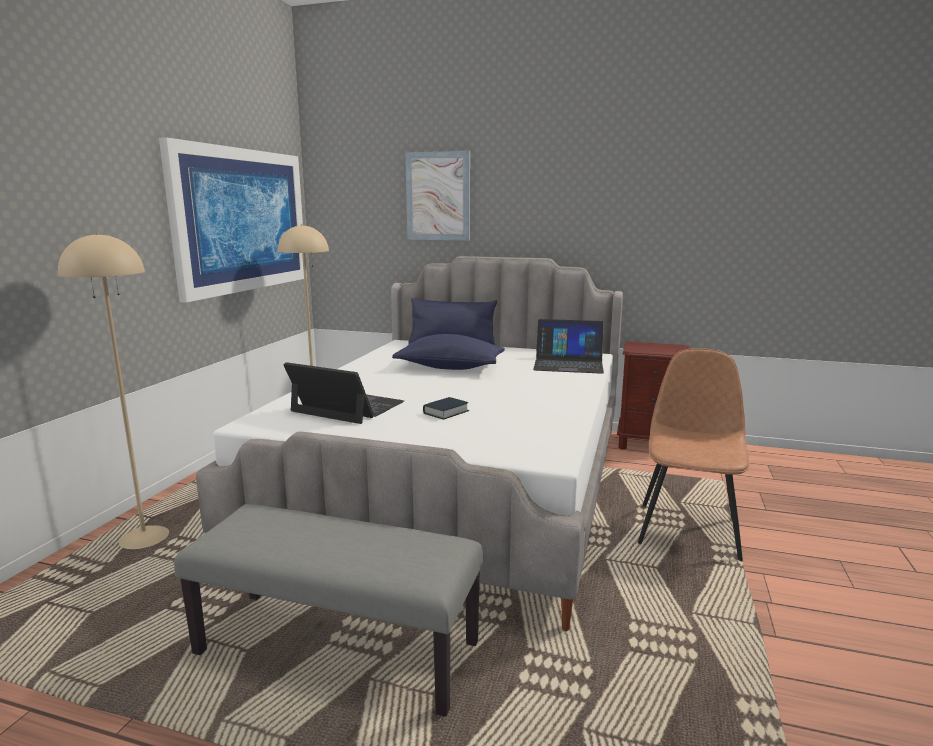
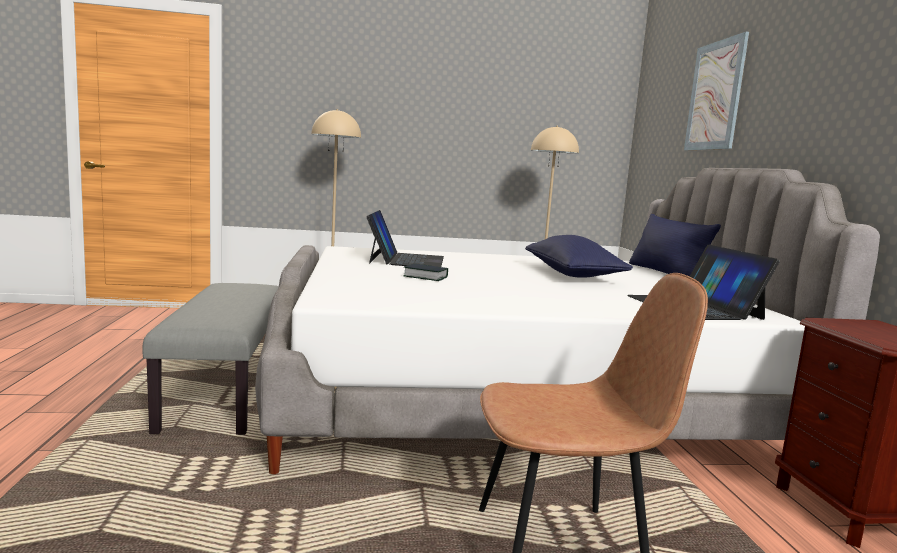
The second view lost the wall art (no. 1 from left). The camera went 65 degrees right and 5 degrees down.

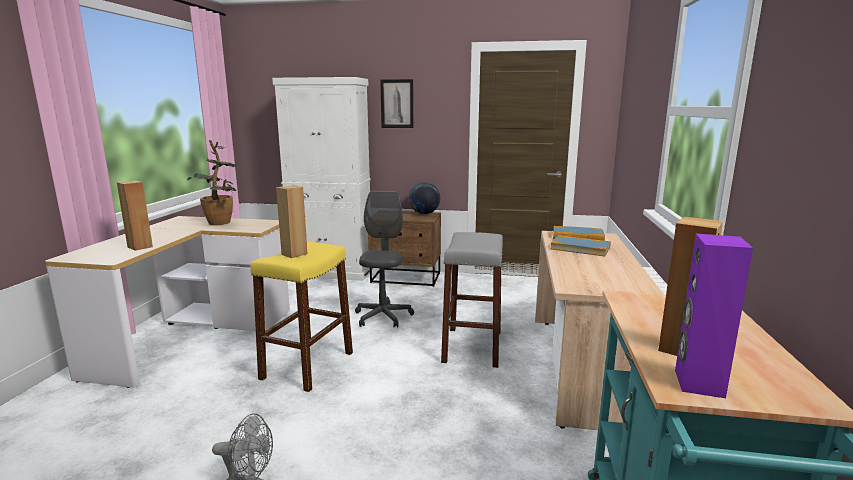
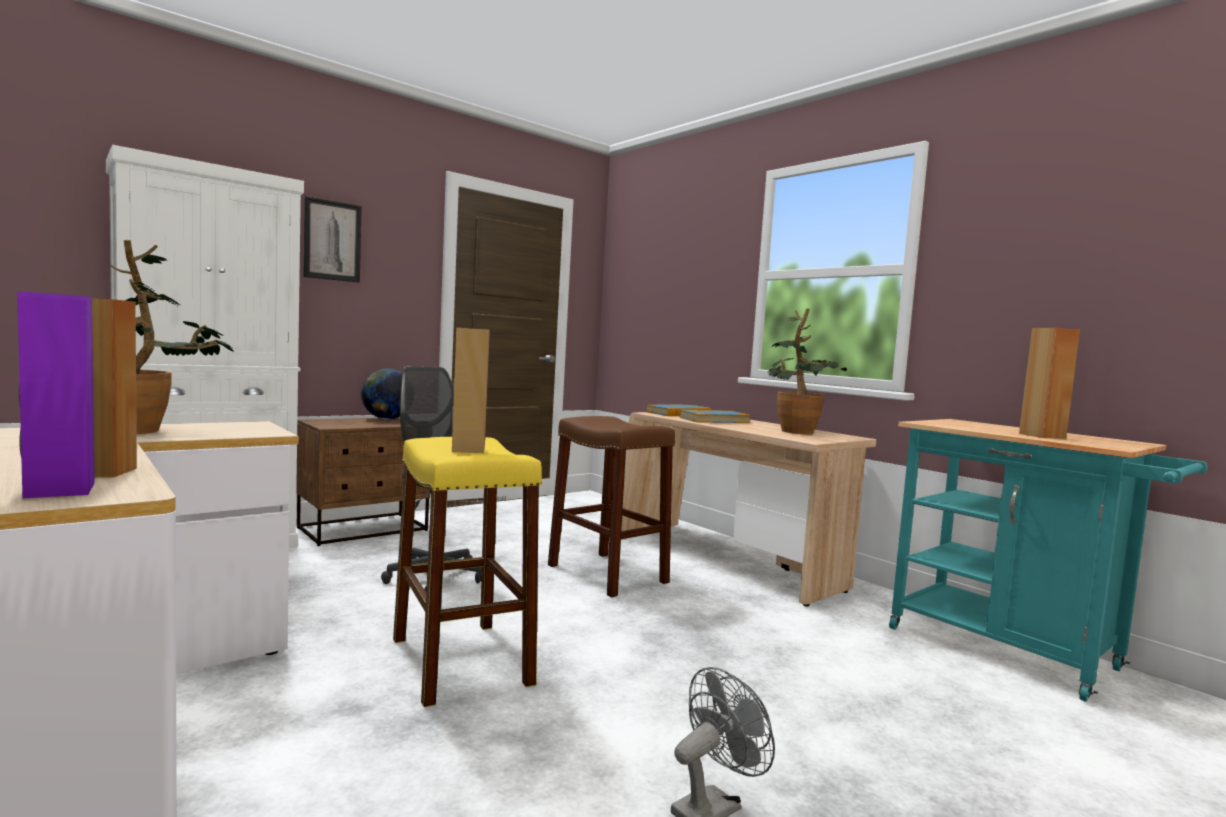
The second view gained the houseplant (no. 2 from left). The purplish loudspeaker ended up elsewhere. What was the greyish stool turned into the brownish stool. The camera went 50 degrees left and 10 degrees down.

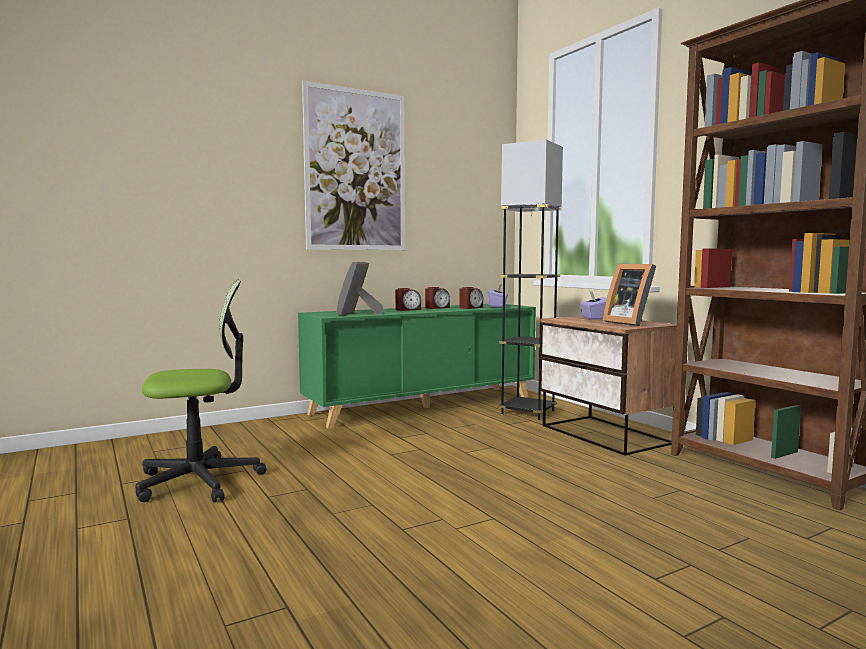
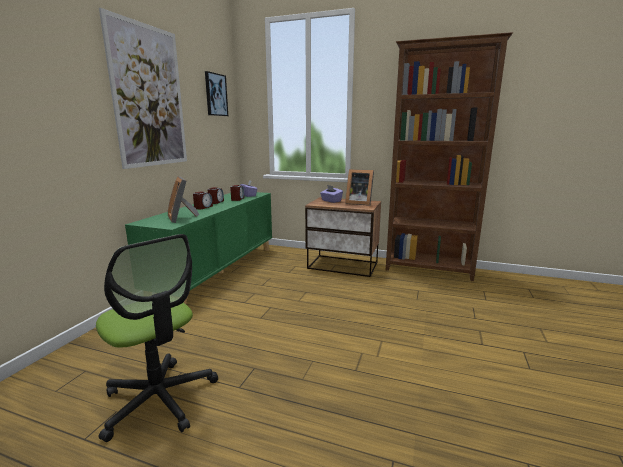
The second view lost the black-coloured standing lamp. The second view gained the wall art (no. 2 from left). The office chair ended up facing another way, 105 degrees clockwise from before. The camera went 40 degrees left and 10 degrees up.

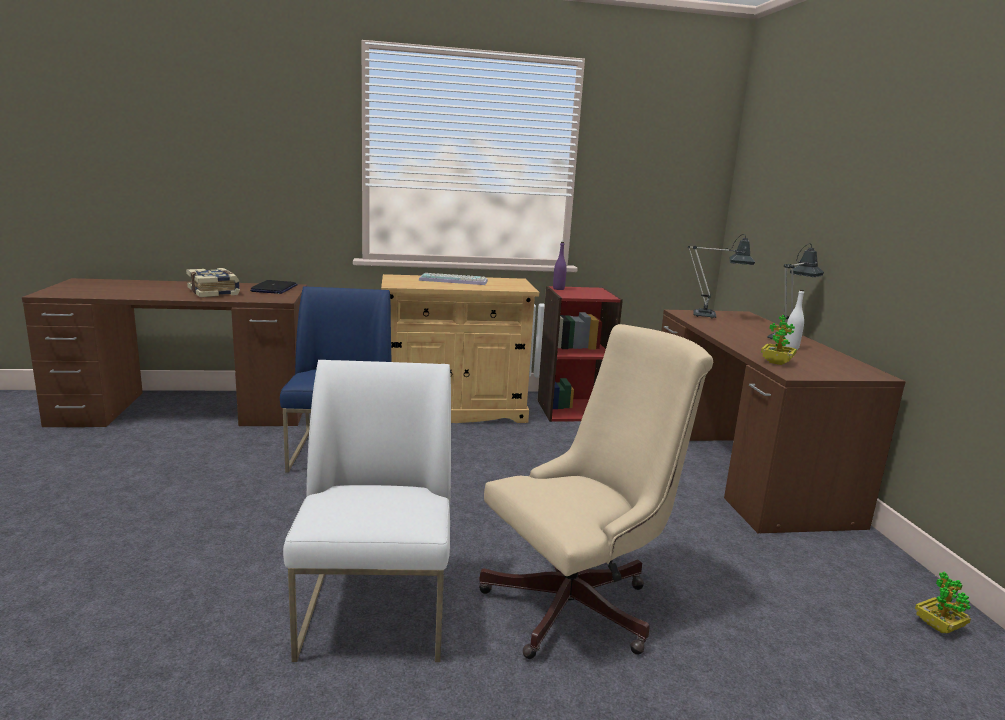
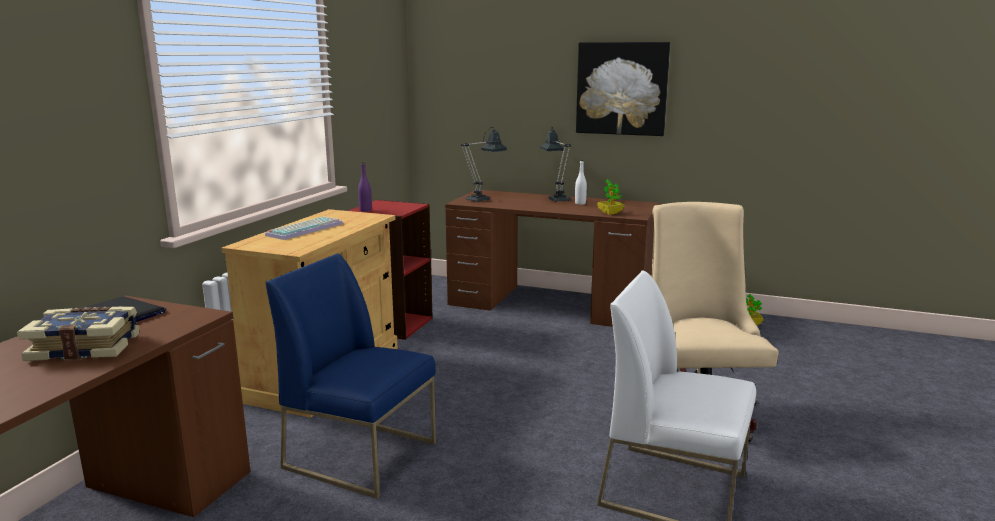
The second view gained the wall art. The camera went 60 degrees left and 0 degrees up.

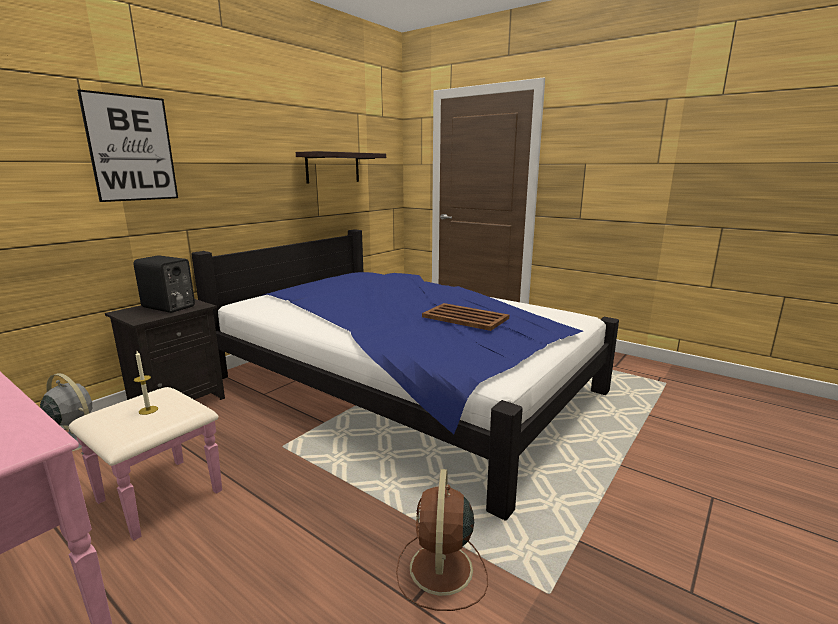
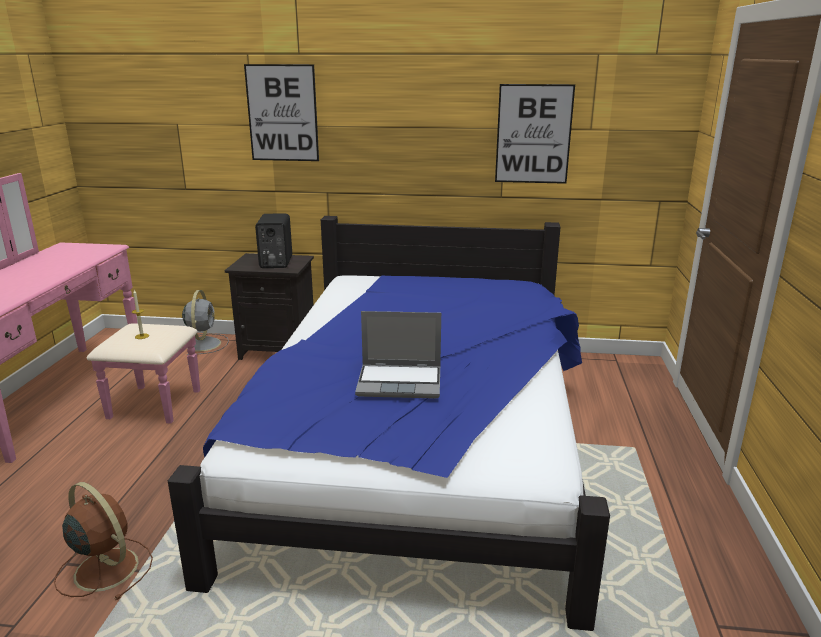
Where the wall shelf hung, the wall art (no. 2 from left) came to hang. Where the brownish serving tray stood, the portable computer came to stand. The brownish cooling fan ended up facing another way, 60 degrees clockwise from before. The camera went 60 degrees right and 5 degrees up.

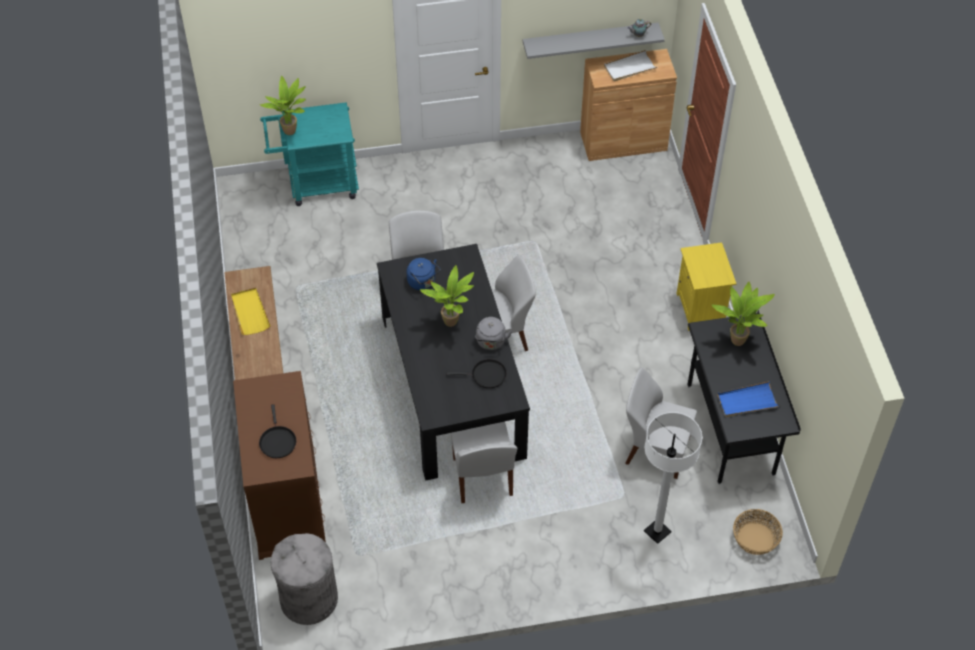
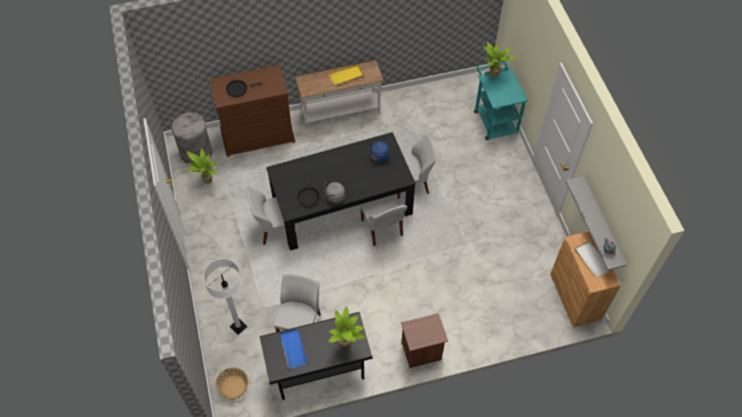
The houseplant (no. 2 from left in the first image) ended up elsewhere. What was the yellow-coloured night table turned into the brownish night table. The camera went 85 degrees right and 5 degrees up.

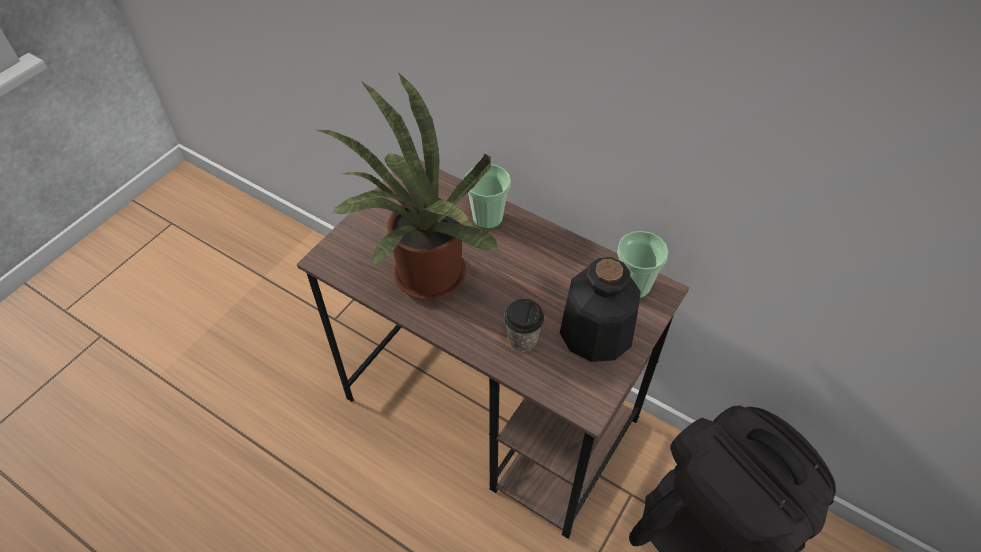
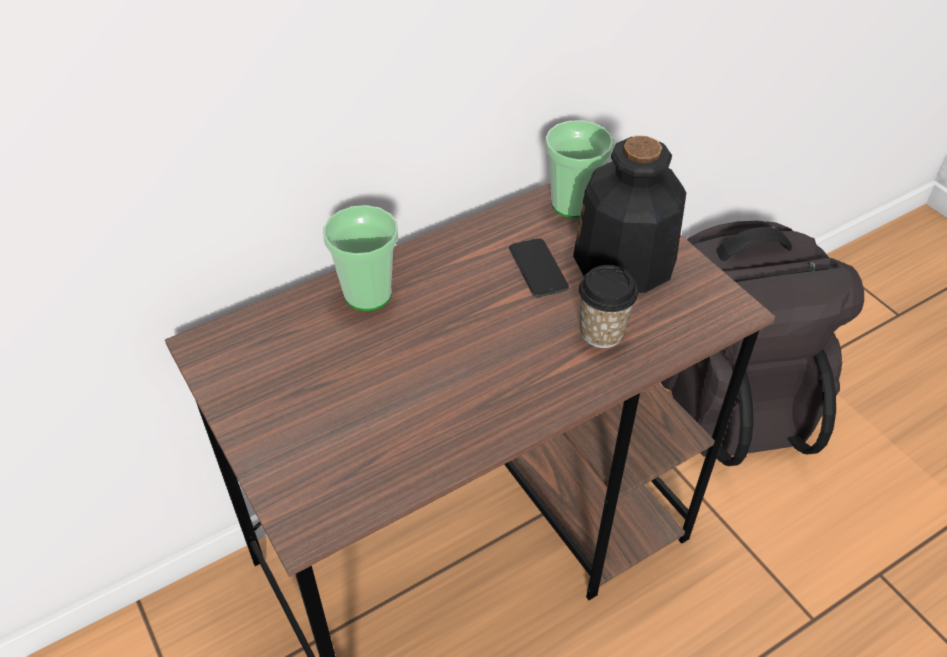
The second view lost the houseplant. The second view gained the phone. The camera went 65 degrees left and 5 degrees down.

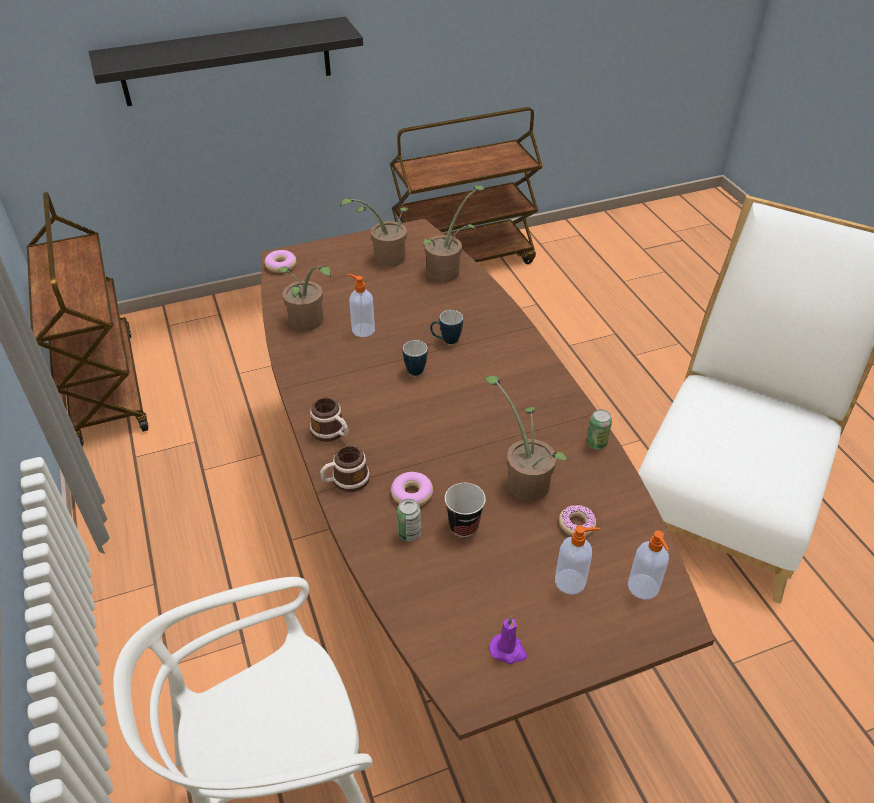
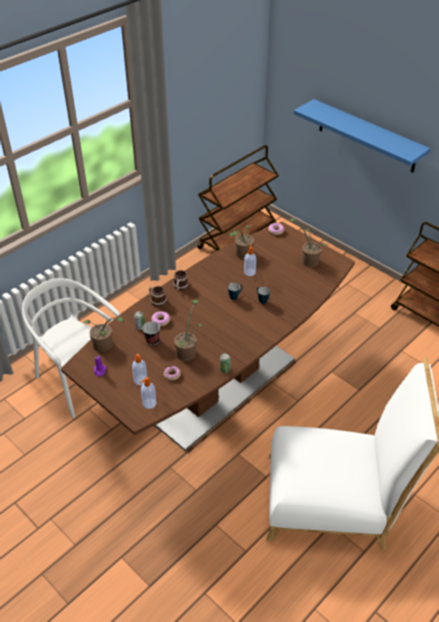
The houseplant (no. 3 from left in the first image) ended up elsewhere. What was the black-coloured wall shelf turned into the bluish wall shelf. The camera went 65 degrees right and 0 degrees up.

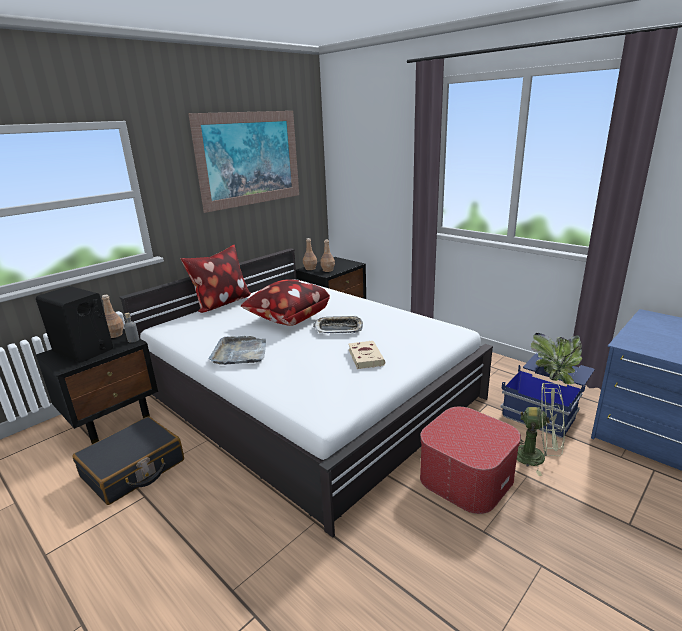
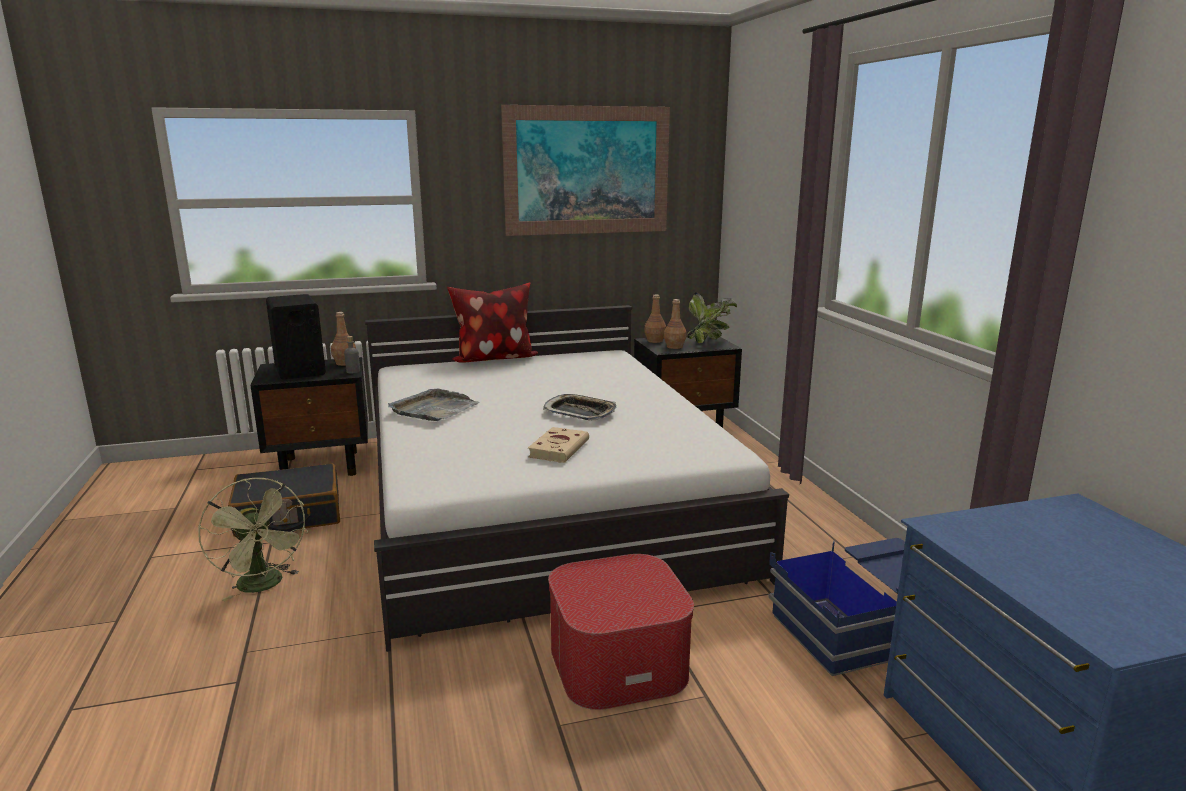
The second view lost the throw pillow (no. 2 from left). The greenish cooling fan ended up elsewhere. The houseplant ended up elsewhere. The camera went 30 degrees right and 5 degrees down.

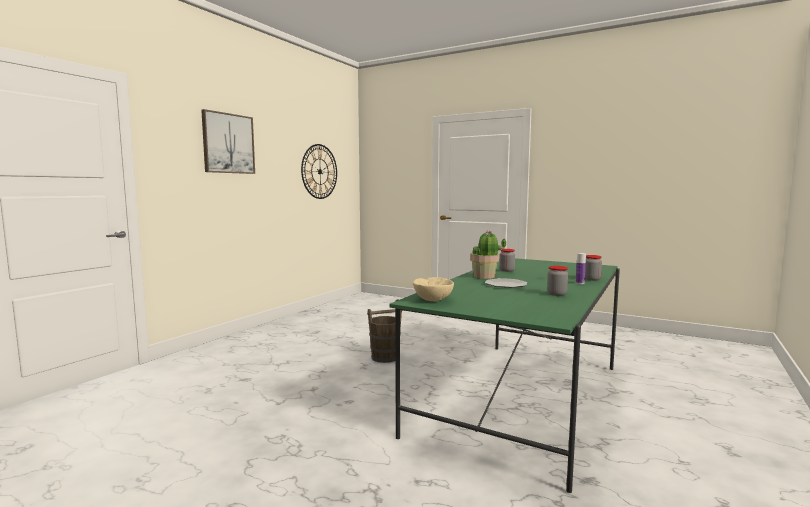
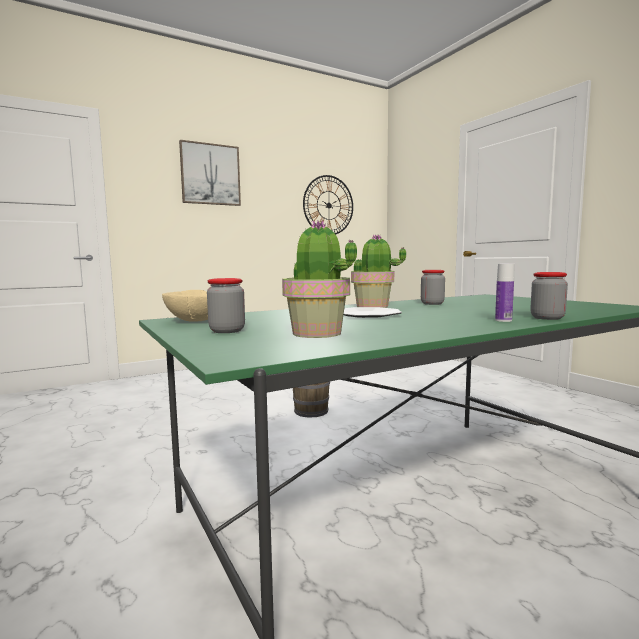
The second view gained the houseplant (no. 1 from left). The jar (no. 2 from left in the first image) ended up elsewhere. The camera went 30 degrees right and 0 degrees up.

